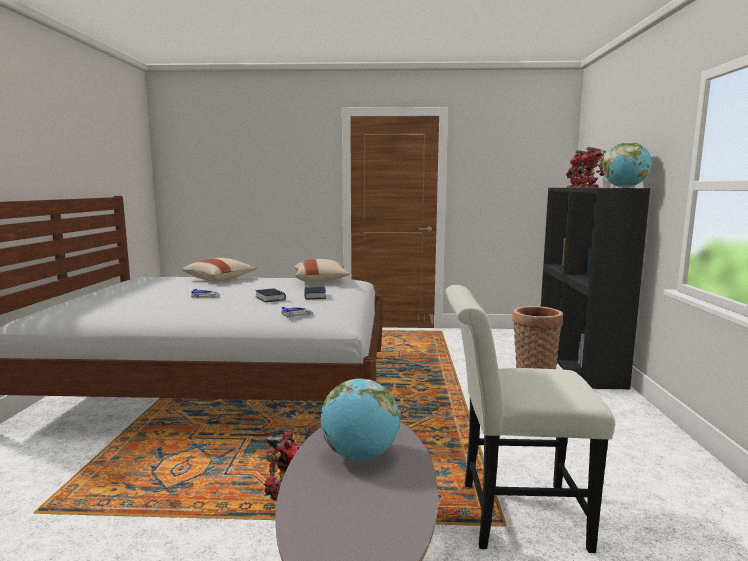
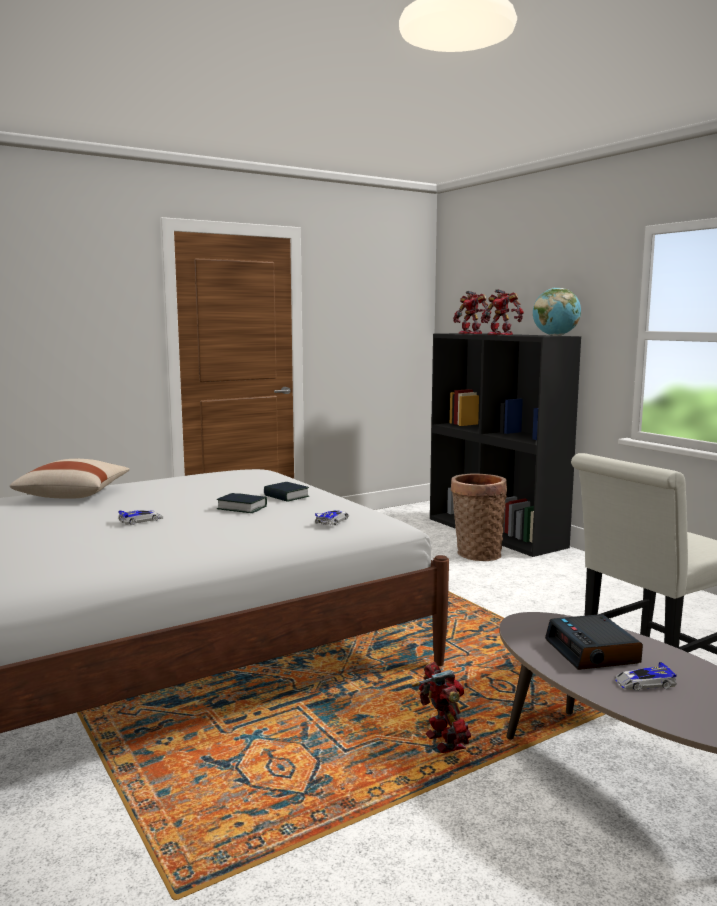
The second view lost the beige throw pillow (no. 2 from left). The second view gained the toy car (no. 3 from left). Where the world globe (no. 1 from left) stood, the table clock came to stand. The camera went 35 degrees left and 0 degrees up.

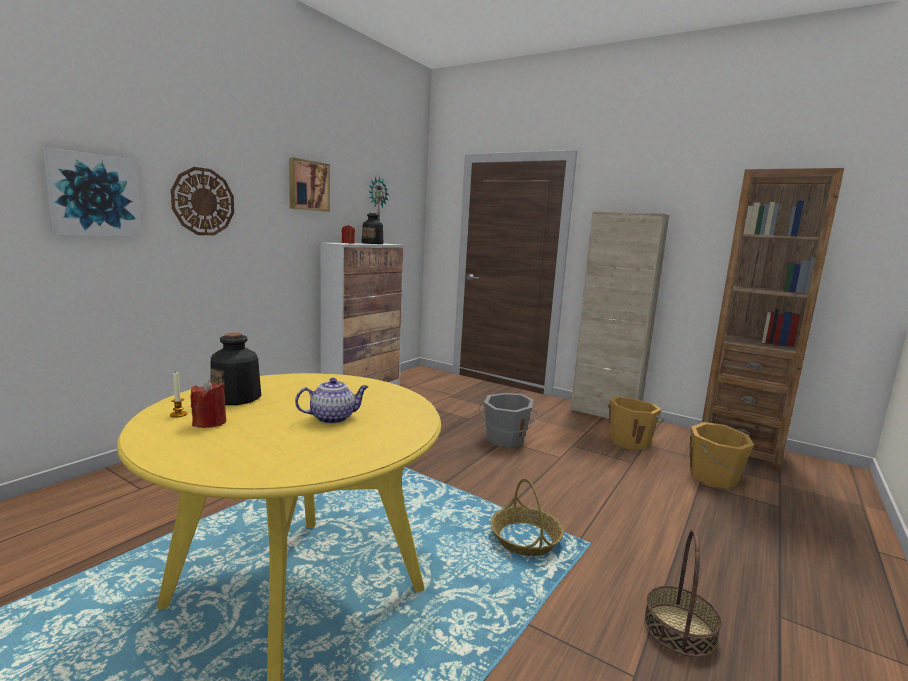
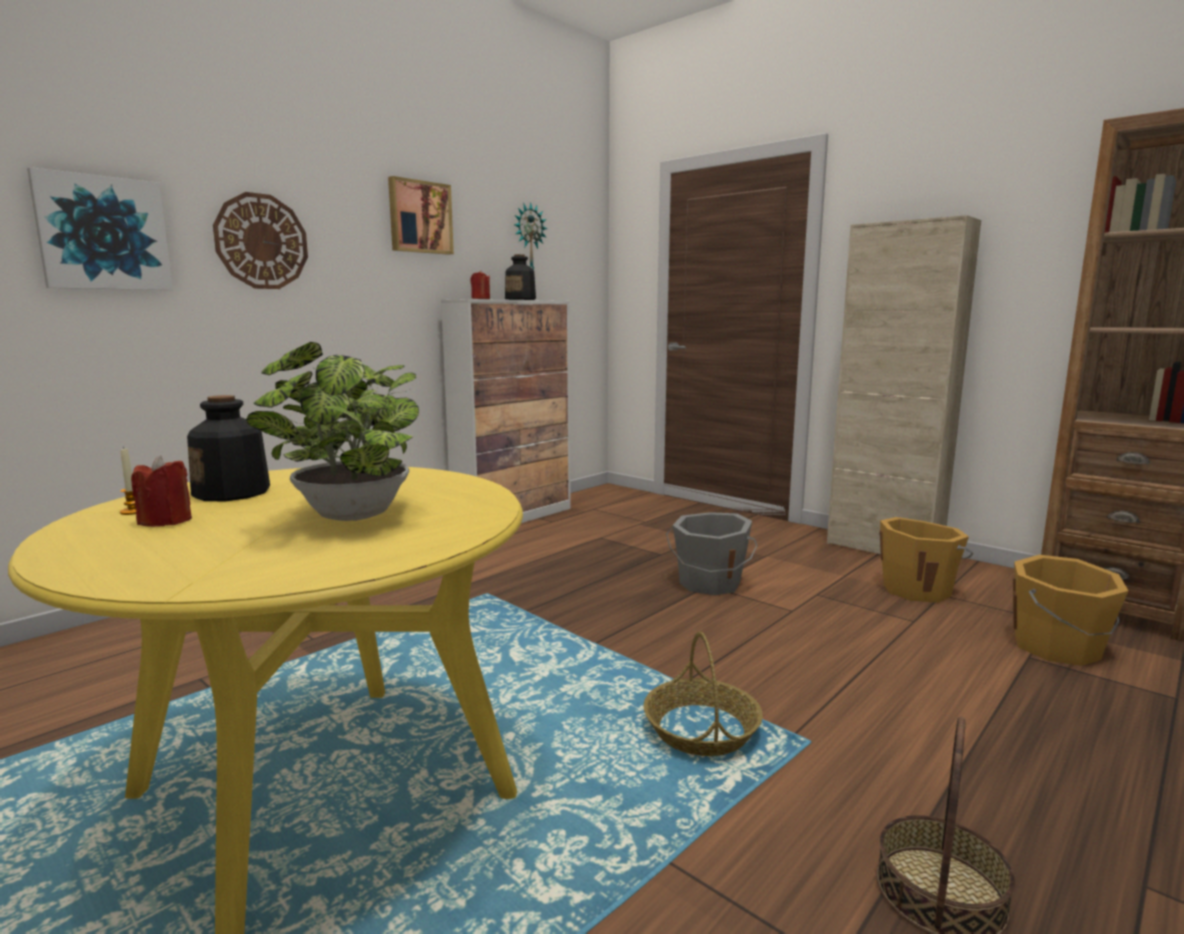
Where the pot for tea stood, the houseplant came to stand. The camera went 10 degrees right and 0 degrees up.

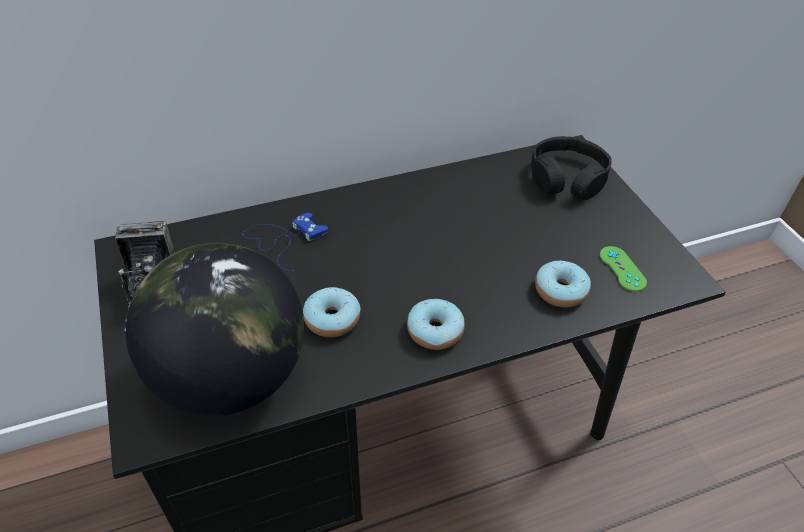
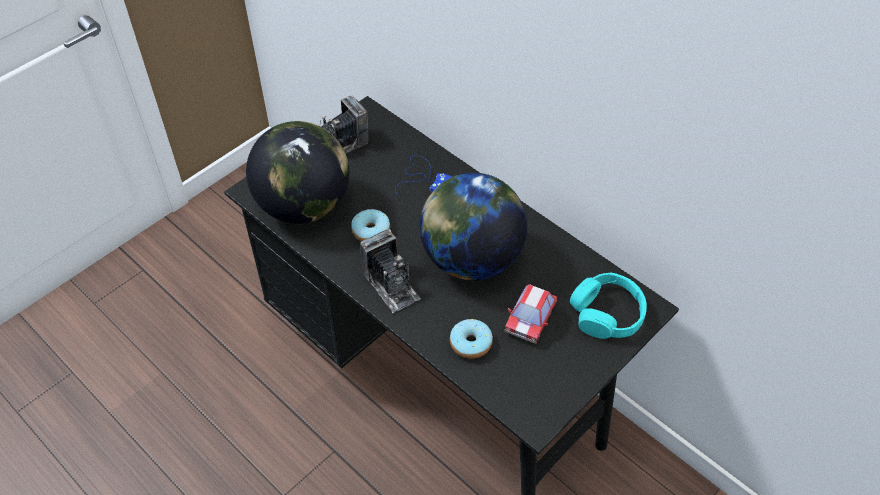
The second view lost the greenish joypad. The second view gained the world globe (no. 2 from left). The second view gained the toy car. Where the donut (no. 2 from left) stood, the photo camera (no. 2 from left) came to stand. What was the black-coloured headphones turned into the turquoise headphones. The camera went 65 degrees right and 5 degrees up.

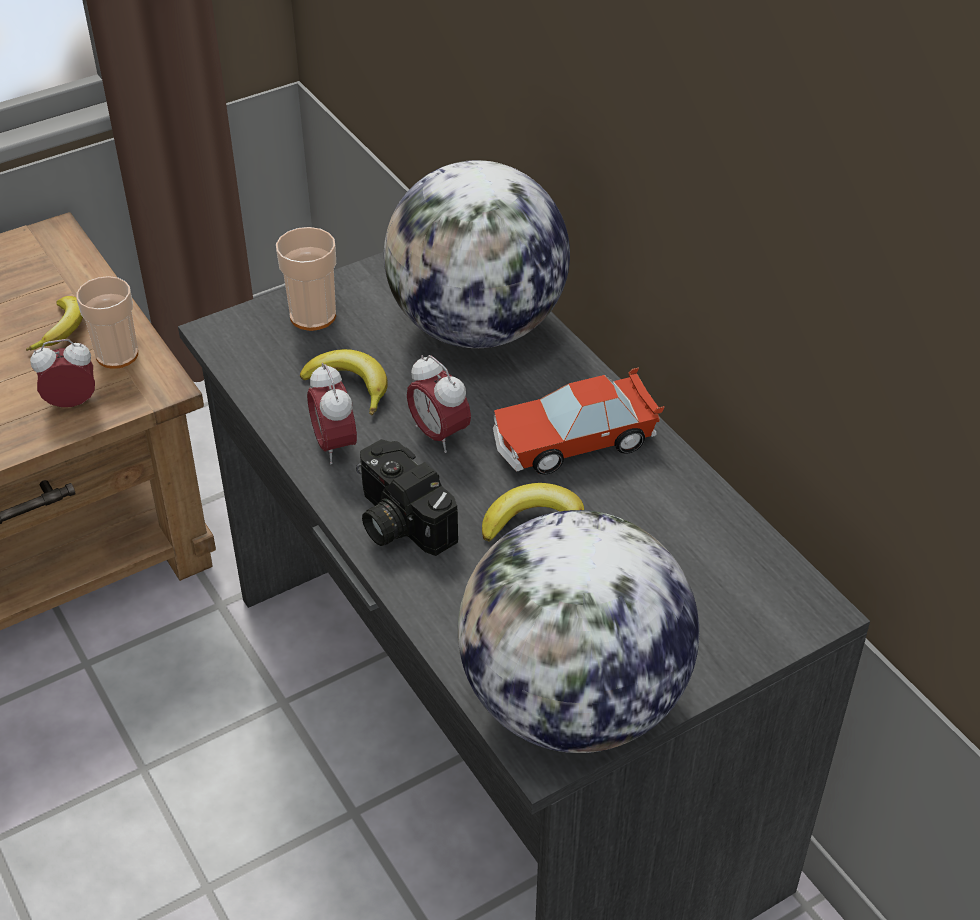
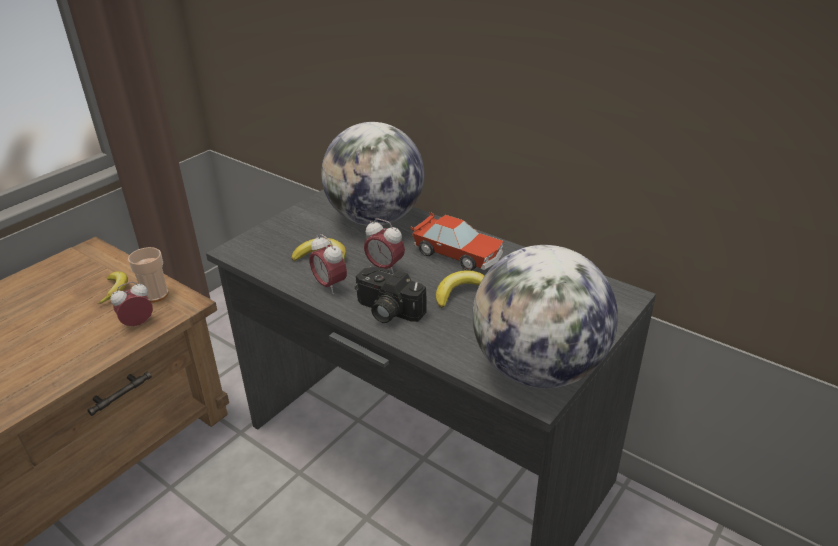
The second view lost the small cup (no. 2 from left). The toy car ended up facing another way, 105 degrees counterclockwise from before. The camera went 20 degrees left and 10 degrees down.

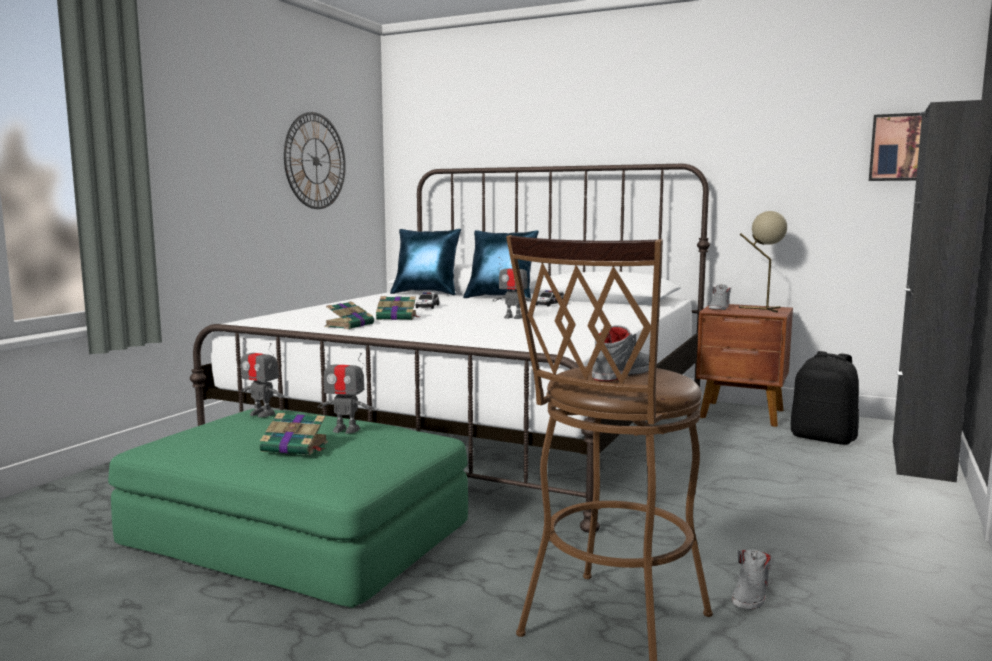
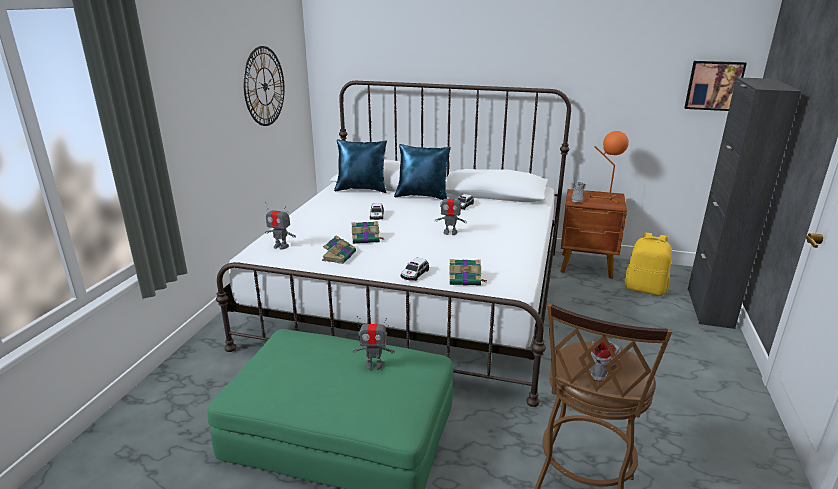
The second view lost the greyish low shoe (no. 3 from left). The second view gained the toy car (no. 2 from left). The model robot (no. 1 from left) ended up elsewhere. The bound book (no. 1 from left in the first image) ended up elsewhere. What was the beige lamp for a table turned into the orange lamp for a table. What was the black-coloured backpack turned into the yellow-coloured backpack. The camera went 10 degrees left and 15 degrees up.

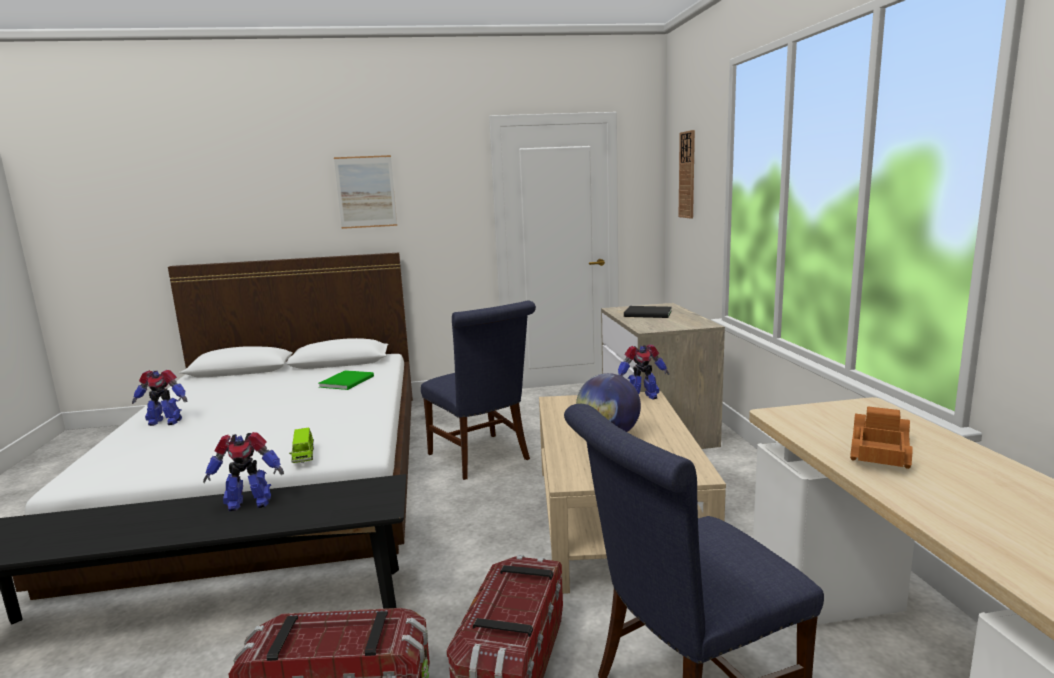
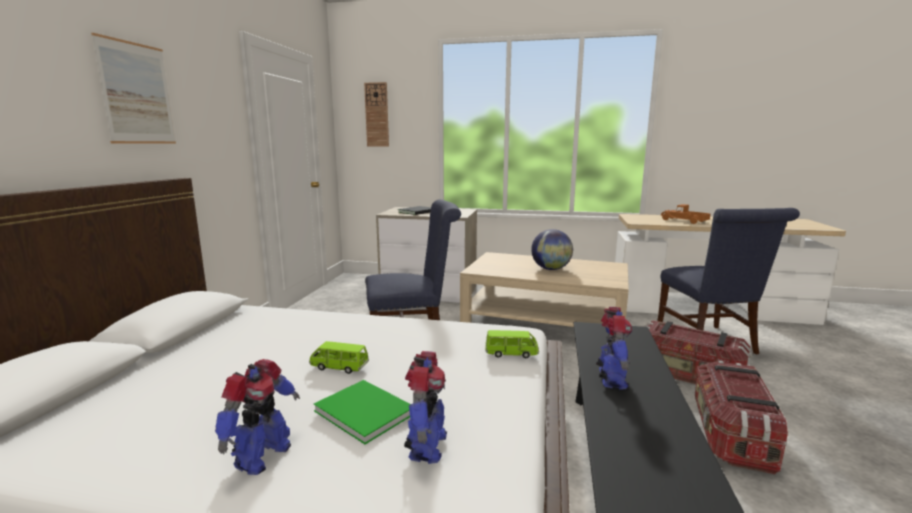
The second view gained the greenish toy car (no. 1 from left). The greenish bound book ended up elsewhere. The model robot (no. 3 from left in the first image) ended up elsewhere. The camera went 70 degrees left and 0 degrees up.

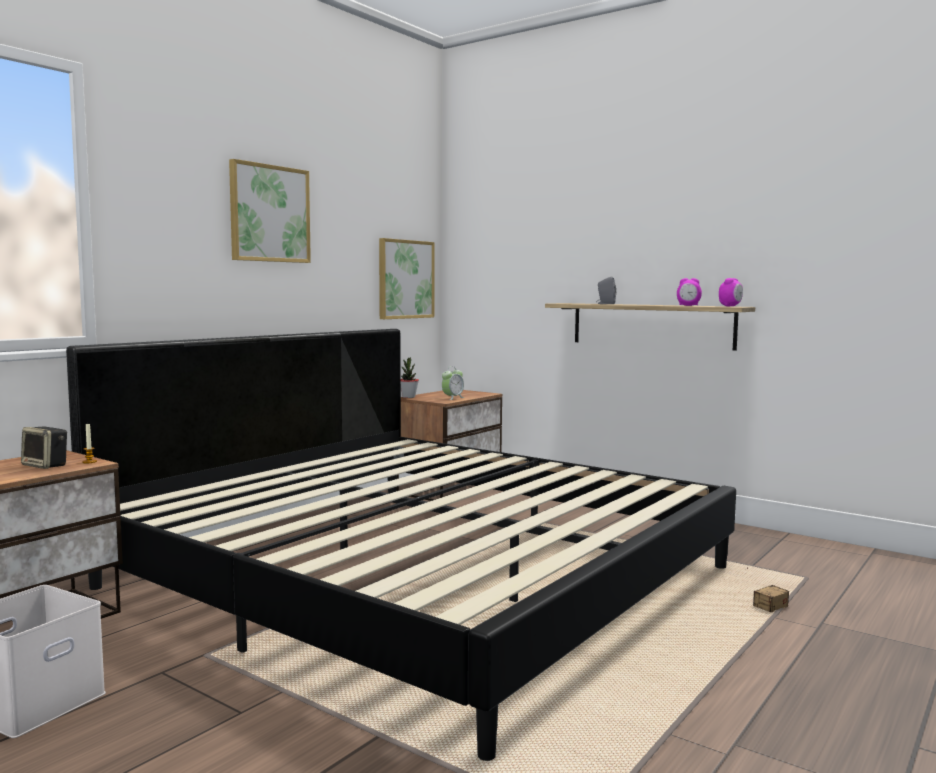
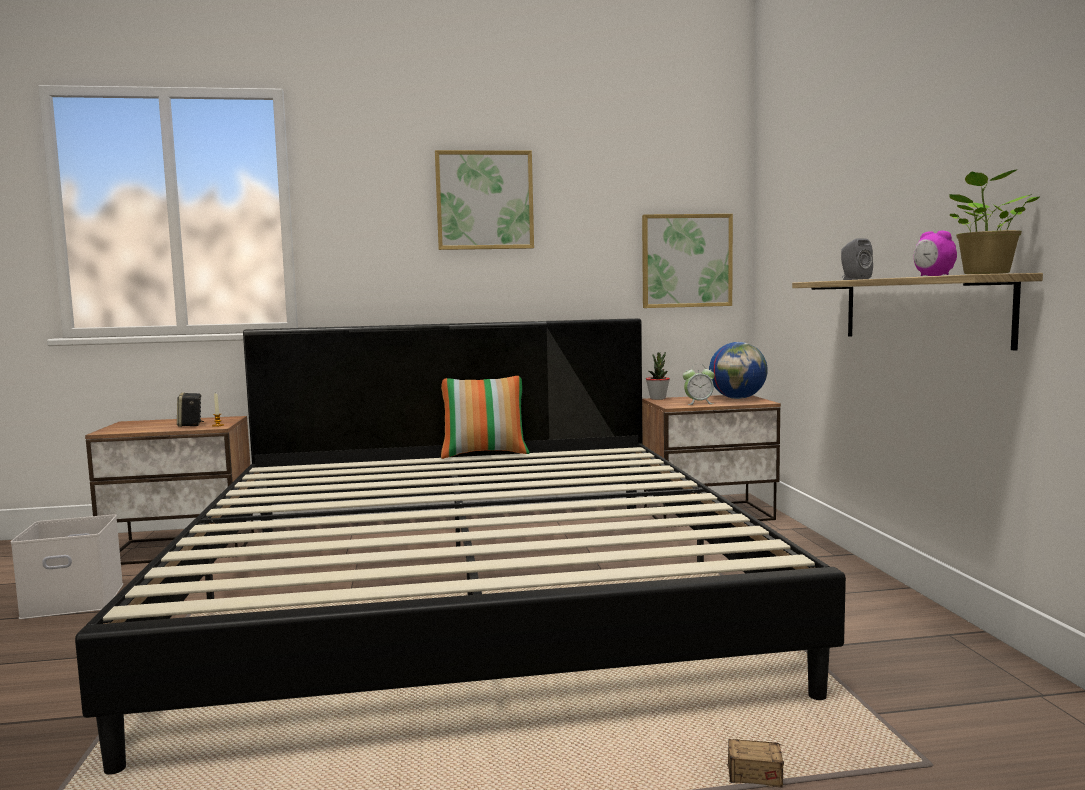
The second view gained the throw pillow. The second view gained the world globe. Where the table clock (no. 3 from left) stood, the houseplant (no. 2 from left) came to stand. The camera went 45 degrees right and 0 degrees up.

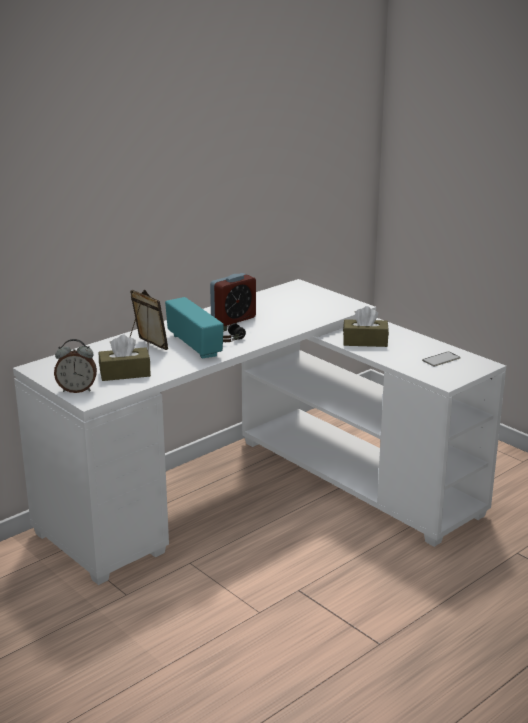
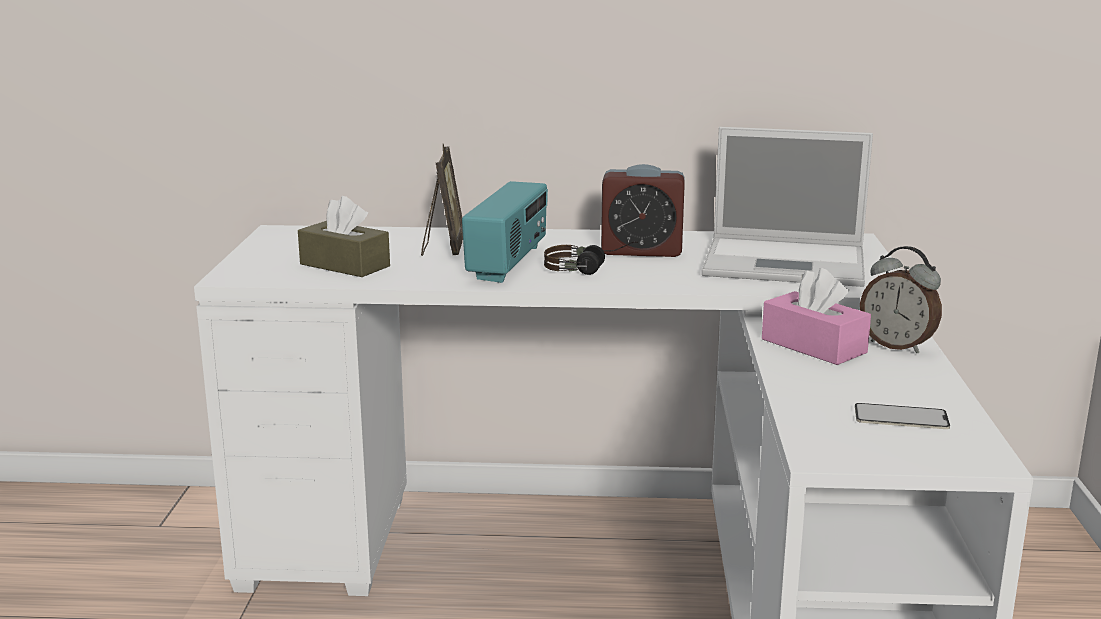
The second view gained the portable computer. The table clock (no. 1 from left in the first image) ended up elsewhere. What was the brownish tissue box (no. 2 from left) turned into the pink-coloured tissue box. The camera went 45 degrees right and 5 degrees down.

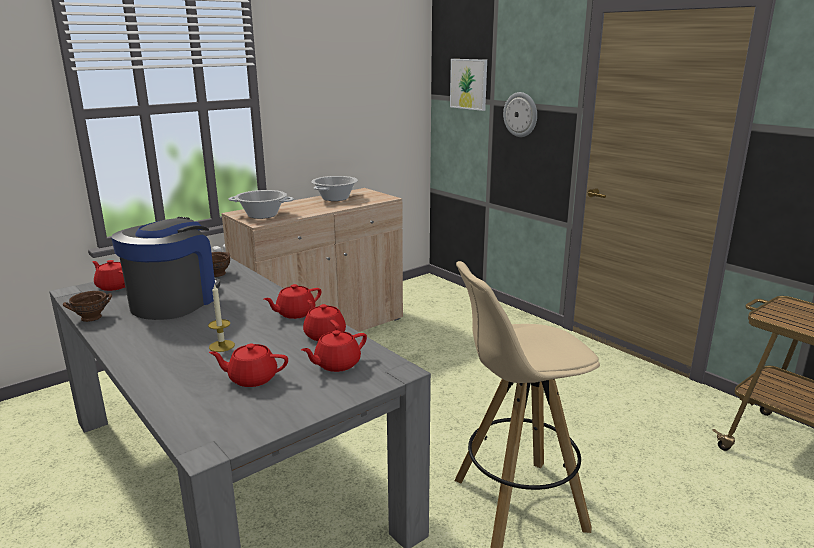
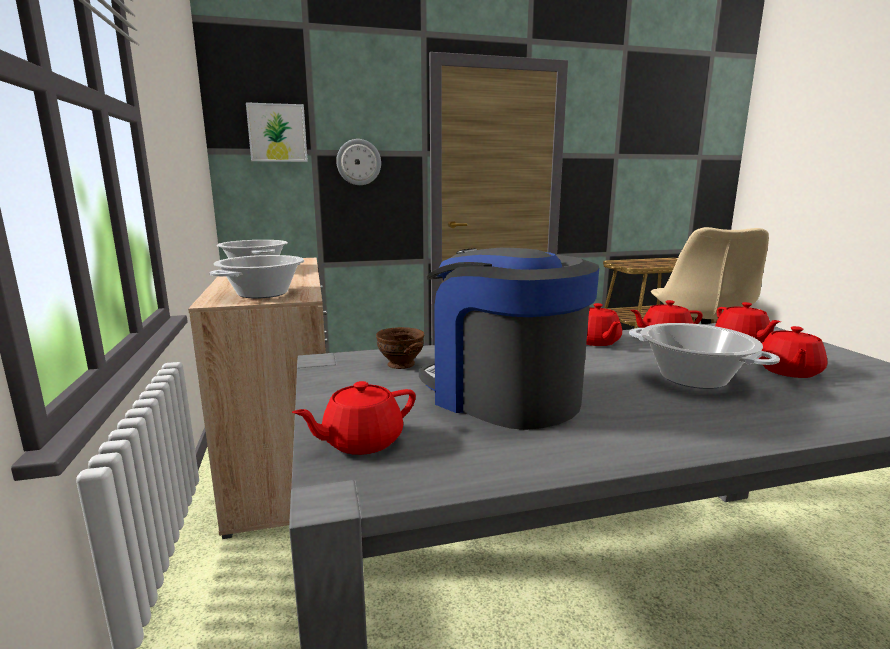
The second view lost the brownish deep dish (no. 1 from left). Where the wax candle stood, the cooking pot (no. 3 from left) came to stand. The camera went 65 degrees left and 5 degrees down.

